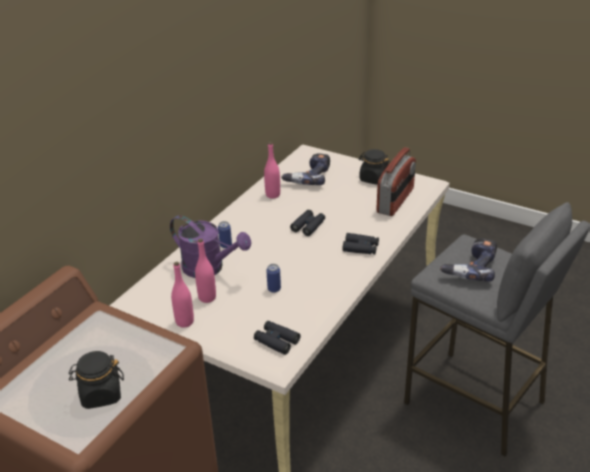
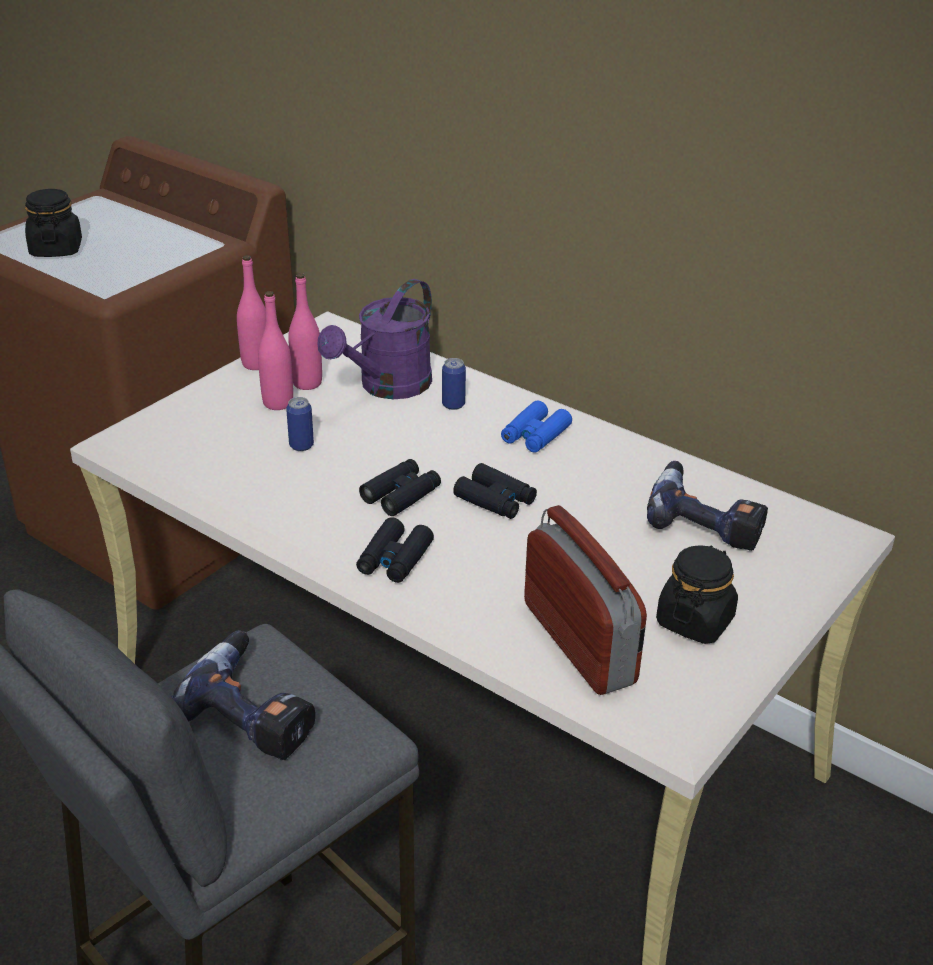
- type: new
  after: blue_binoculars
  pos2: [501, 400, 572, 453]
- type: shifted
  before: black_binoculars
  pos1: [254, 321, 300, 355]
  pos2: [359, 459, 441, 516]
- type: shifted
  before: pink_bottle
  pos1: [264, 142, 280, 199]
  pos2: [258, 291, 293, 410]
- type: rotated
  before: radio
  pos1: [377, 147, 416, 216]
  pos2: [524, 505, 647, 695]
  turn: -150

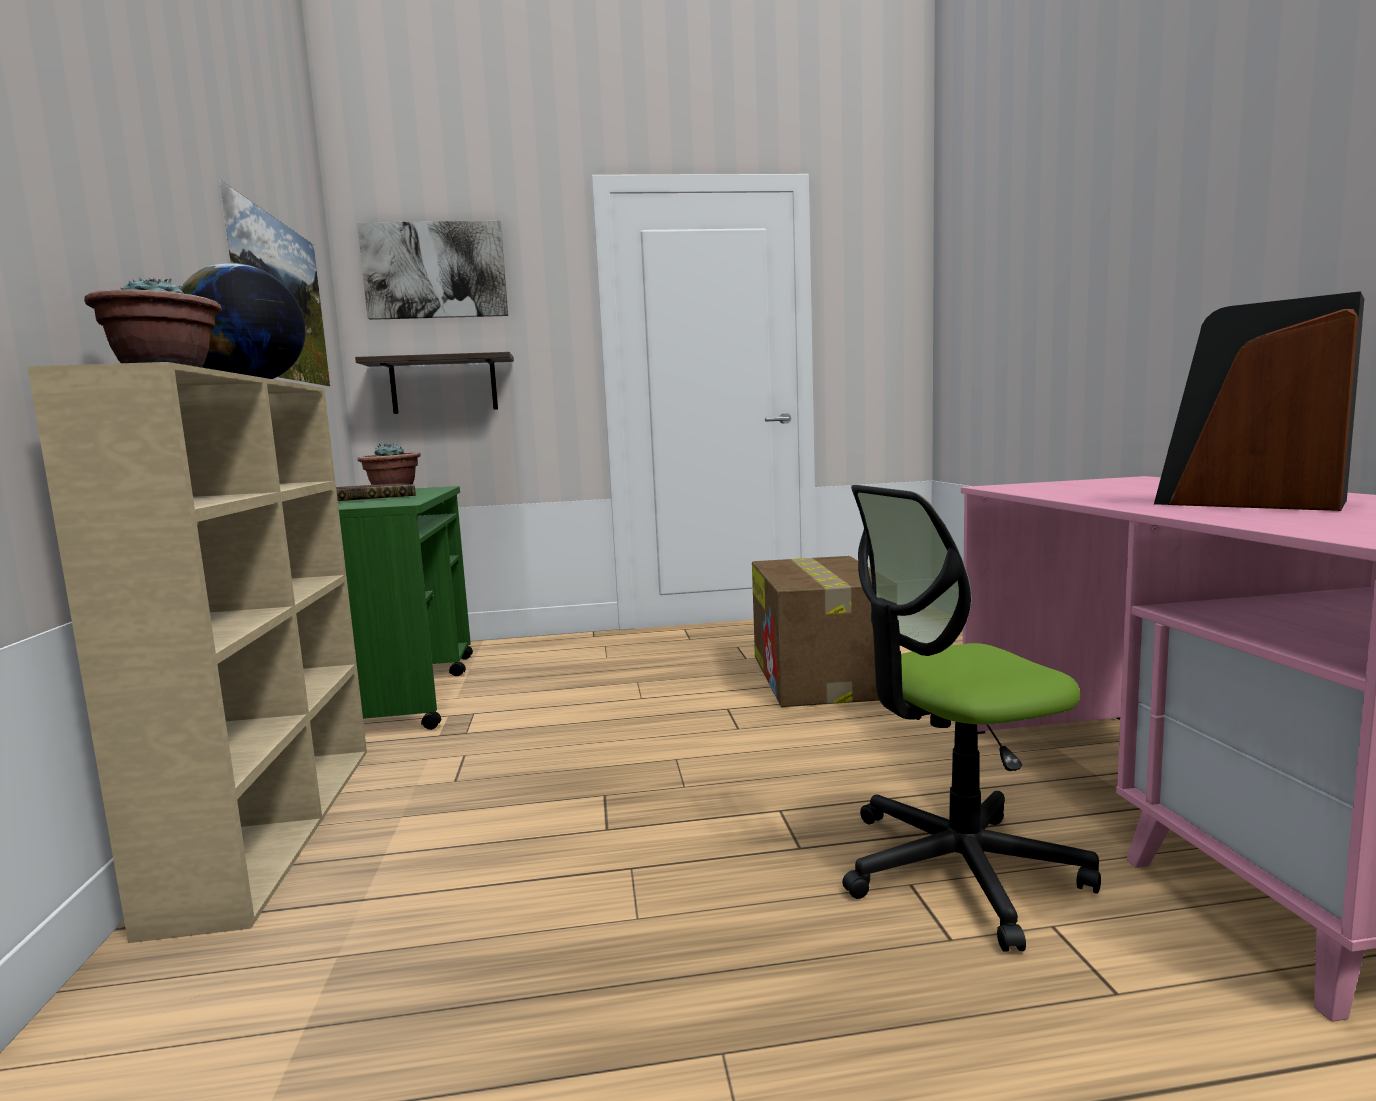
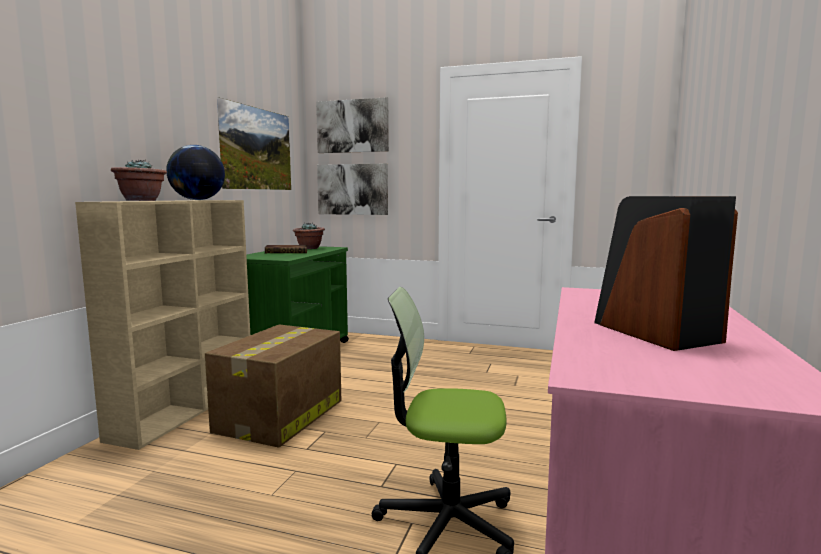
- type: shifted
  before: cardboard_box
  pos1: [752, 556, 880, 707]
  pos2: [205, 325, 341, 448]
- type: swapped
  before: shelf
  after: picture
  pos1: [355, 352, 514, 414]
  pos2: [317, 163, 388, 215]

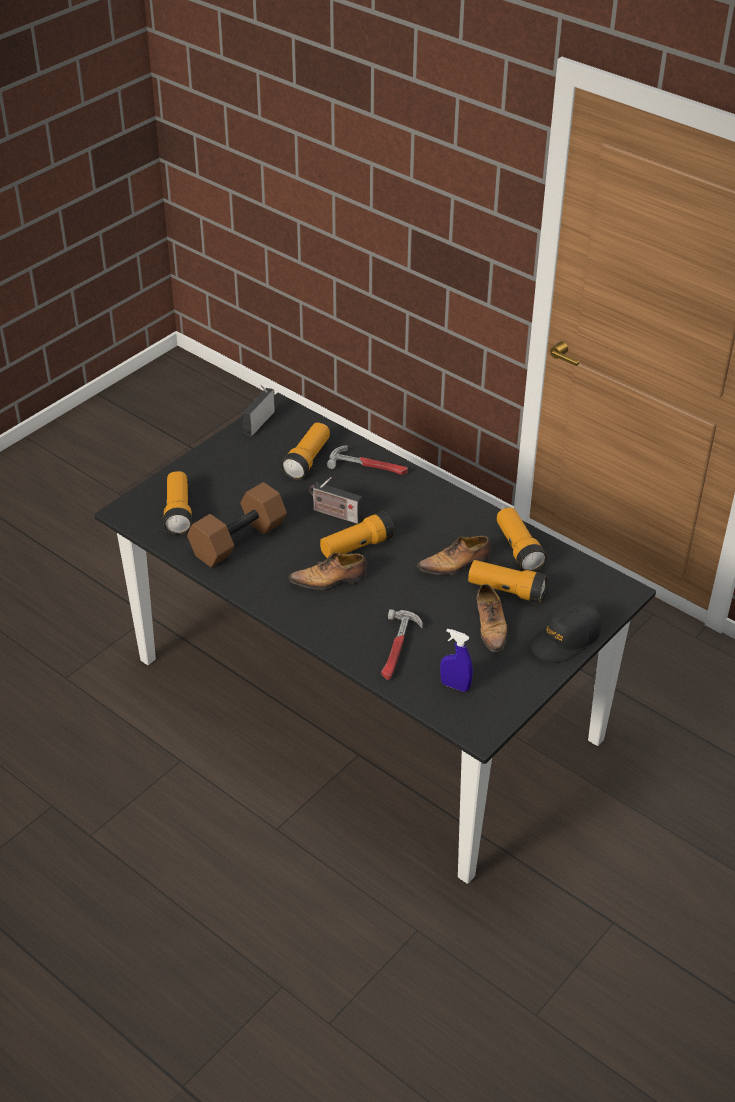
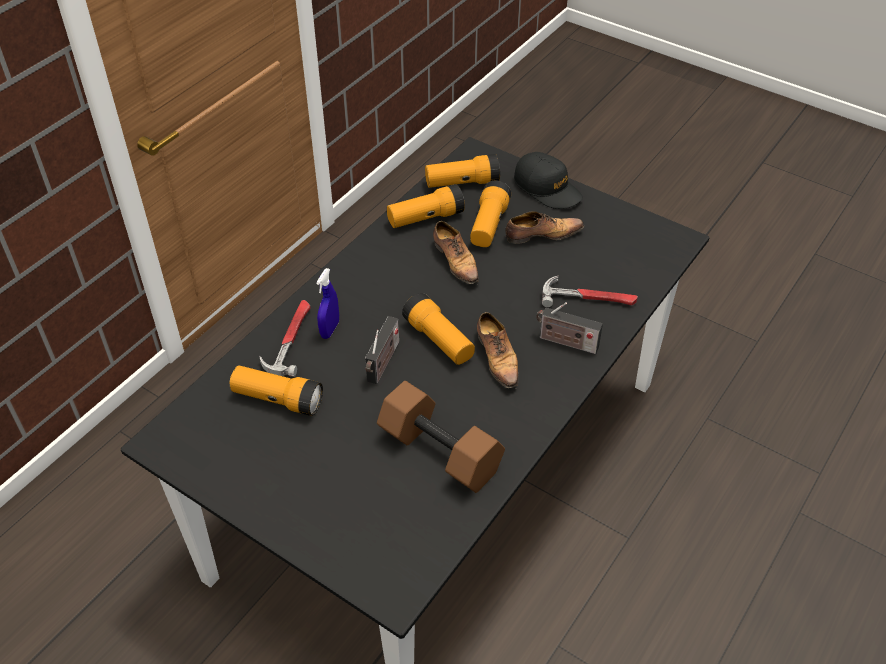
- type: shifted
  before: flashlight
  pos1: [164, 471, 192, 535]
  pos2: [425, 154, 500, 188]
- type: shifted
  before: radio
  pos1: [243, 385, 275, 436]
  pos2: [536, 302, 603, 354]
- type: shifted
  before: blue_spray_bottle
  pos1: [440, 628, 473, 692]
  pos2: [316, 268, 339, 339]

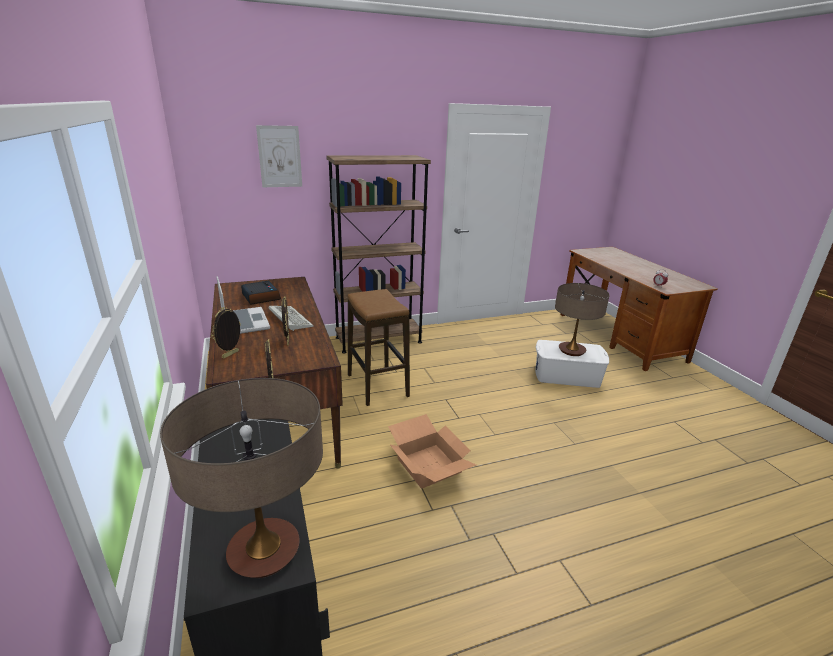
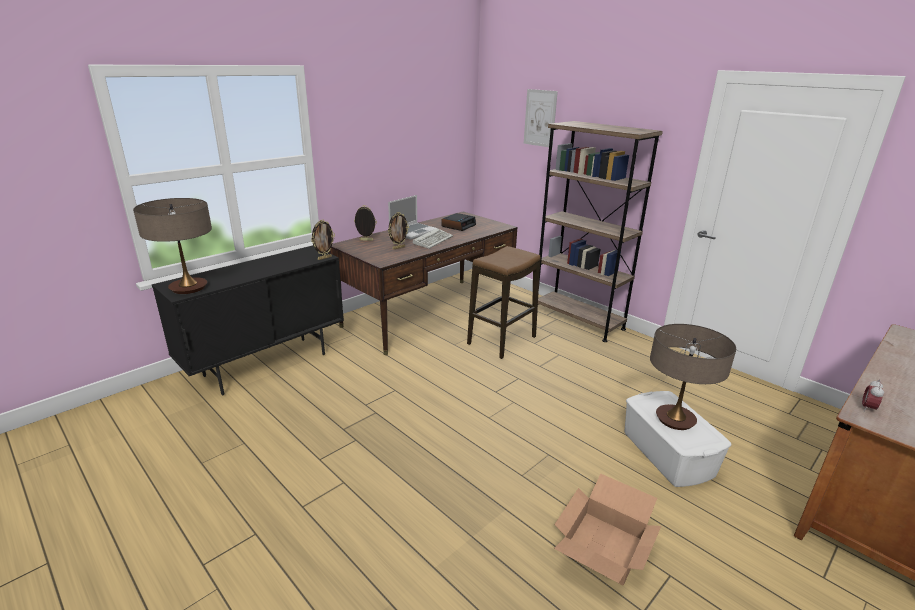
- type: shifted
  before: cardboard_box
  pos1: [388, 414, 476, 489]
  pos2: [554, 474, 661, 585]

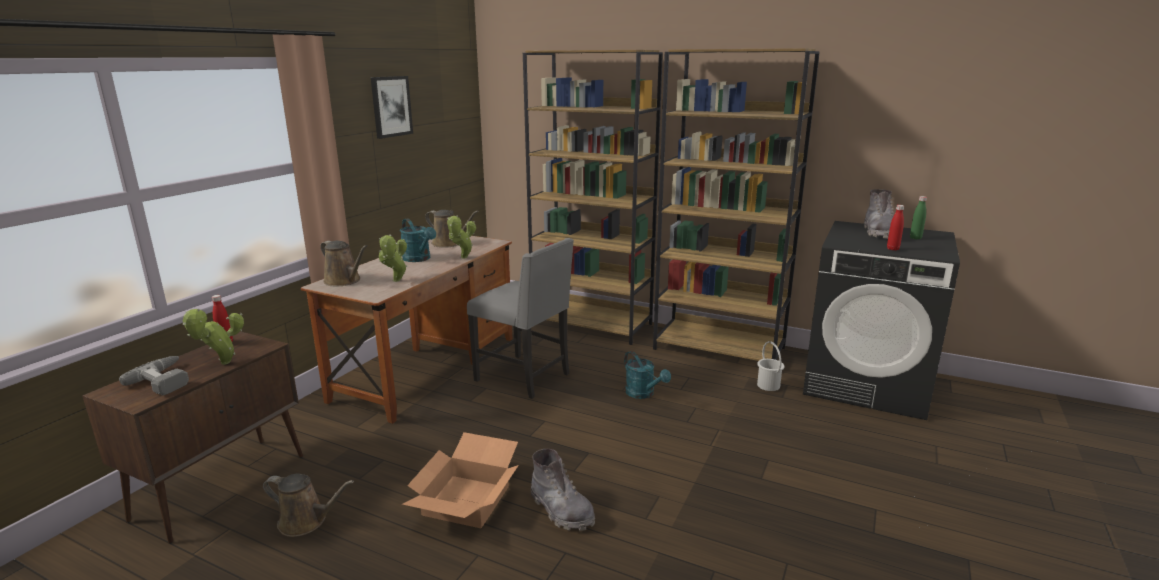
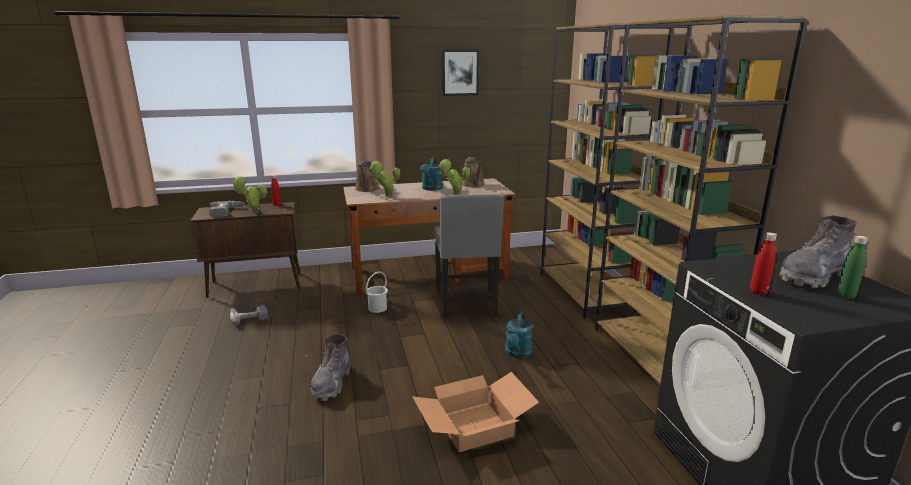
- type: shifted
  before: cardboard_box
  pos1: [402, 432, 519, 528]
  pos2: [412, 372, 539, 452]
- type: shifted
  before: white_bucket
  pos1: [757, 341, 784, 391]
  pos2: [366, 272, 388, 313]
- type: swapped
  before: brown_watering_can
  after: power_drill
  pos1: [263, 474, 354, 537]
  pos2: [230, 305, 268, 326]

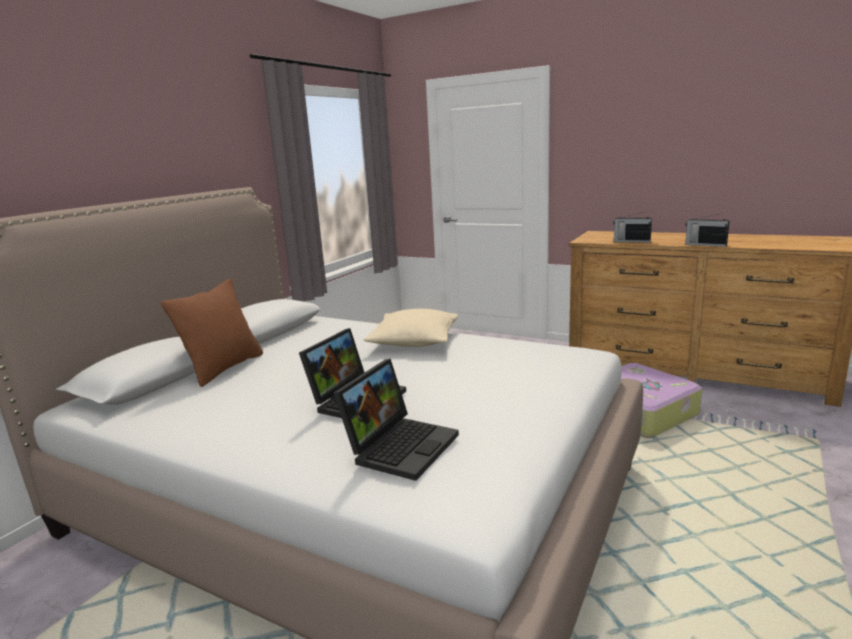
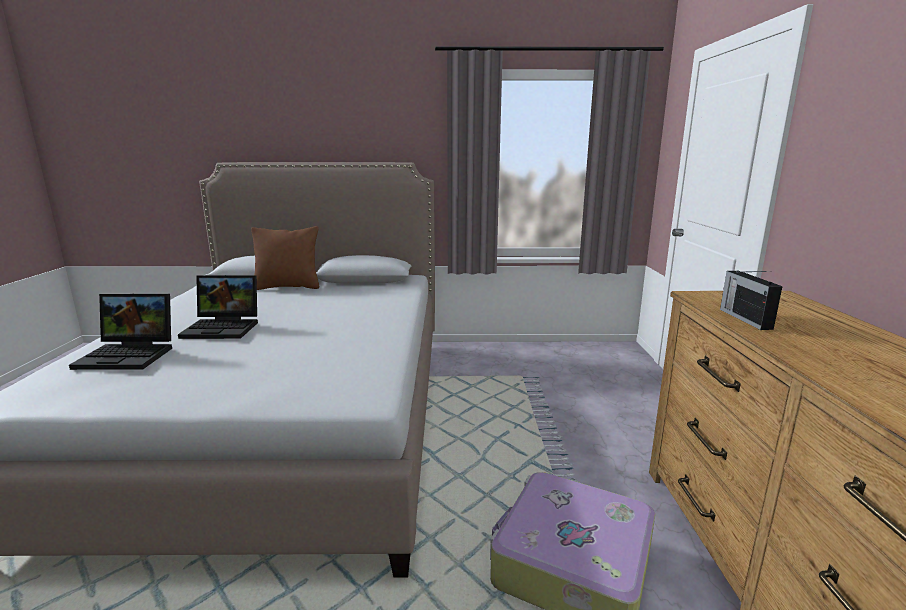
- type: gone
  before: beige_pillow
  pos1: [364, 309, 458, 347]
- type: gone
  before: radio
  pos1: [685, 213, 730, 247]

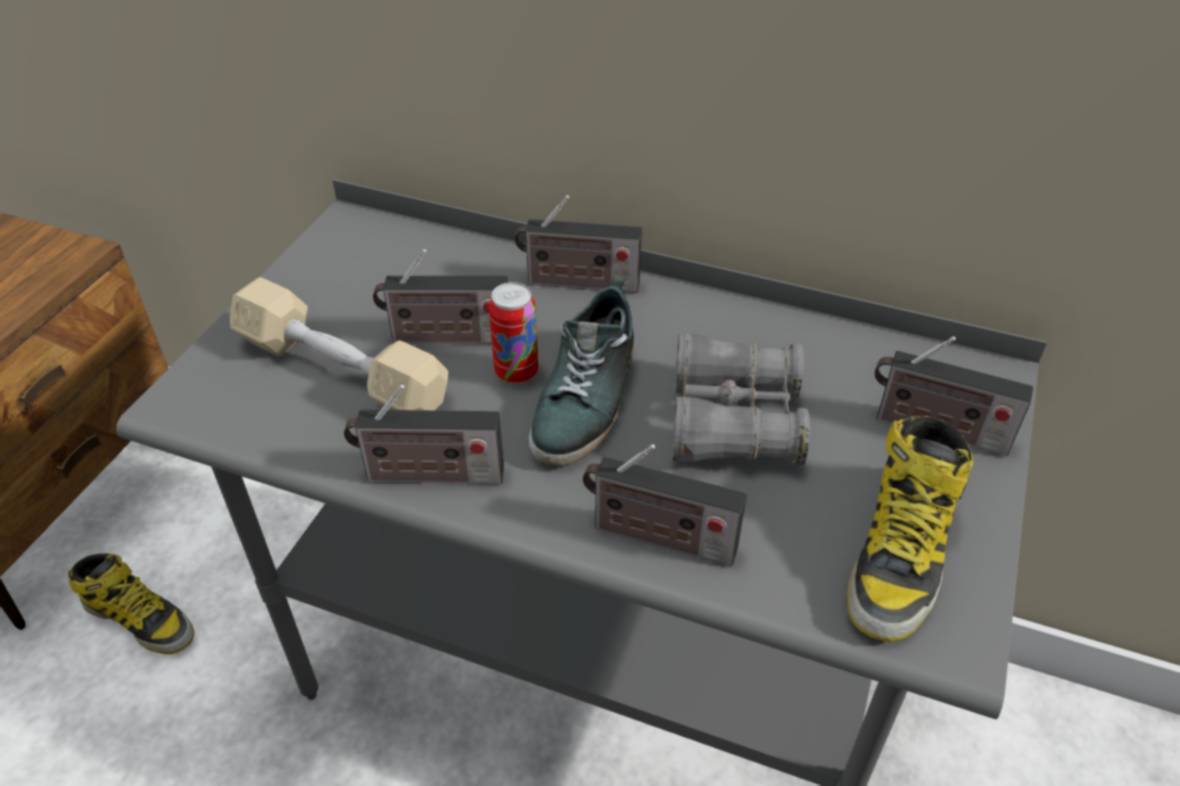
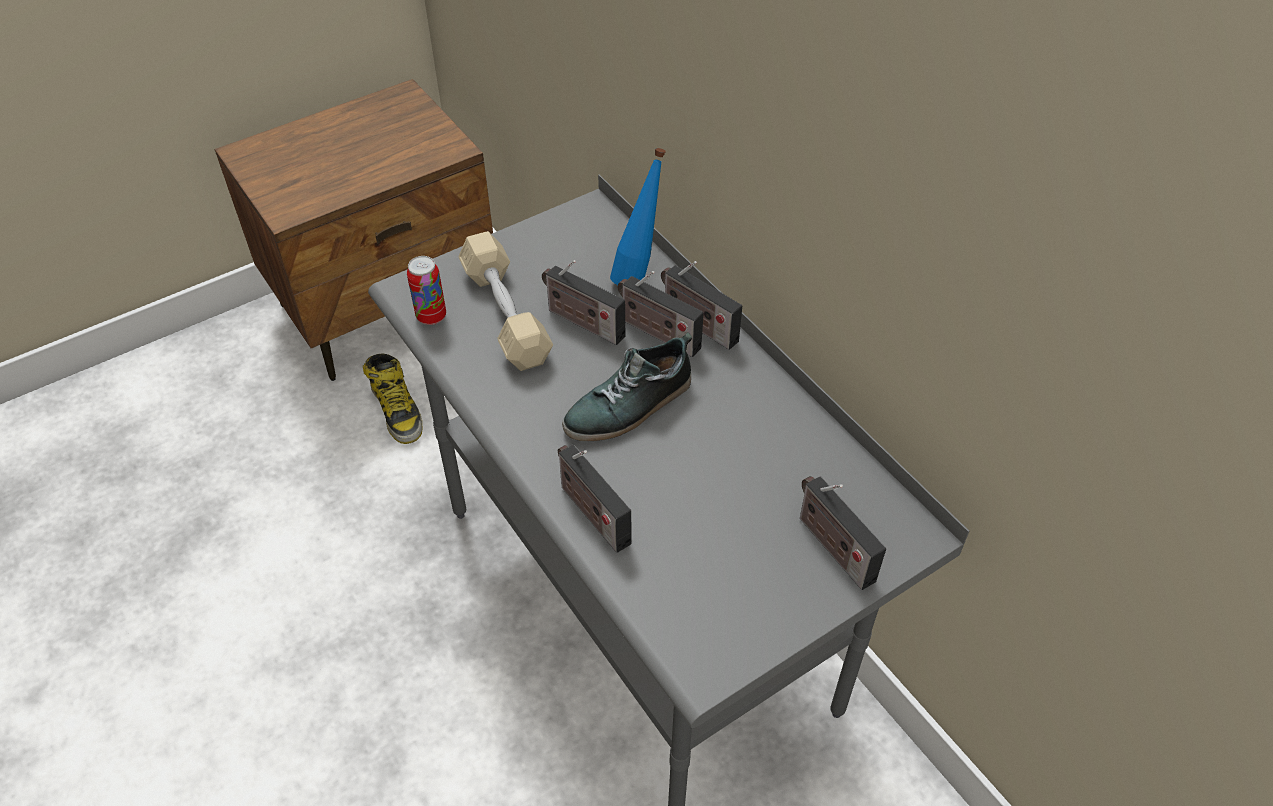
- type: gone
  before: grey_binoculars
  pos1: [672, 333, 810, 465]
- type: gone
  before: boot
  pos1: [847, 415, 973, 642]
- type: new
  after: blue_bottle
  pos2: [610, 148, 666, 285]
- type: shifted
  before: radio
  pos1: [344, 385, 504, 484]
  pos2: [617, 271, 704, 357]
- type: shifted
  before: can
  pos1: [489, 282, 538, 384]
  pos2: [407, 256, 446, 325]

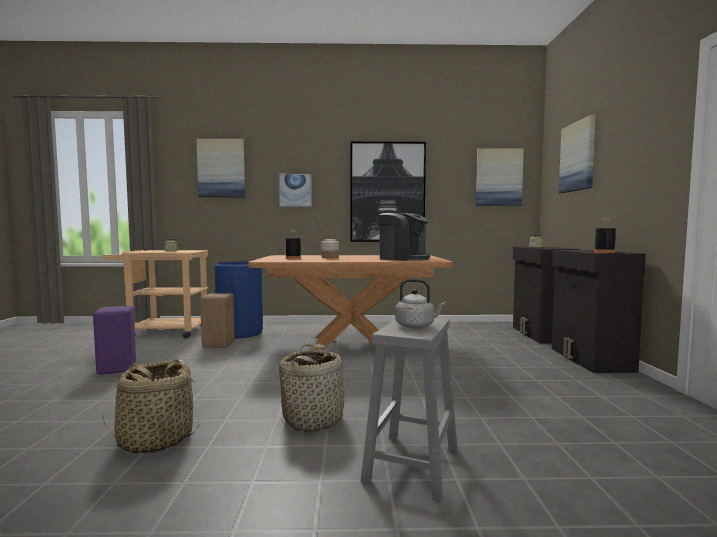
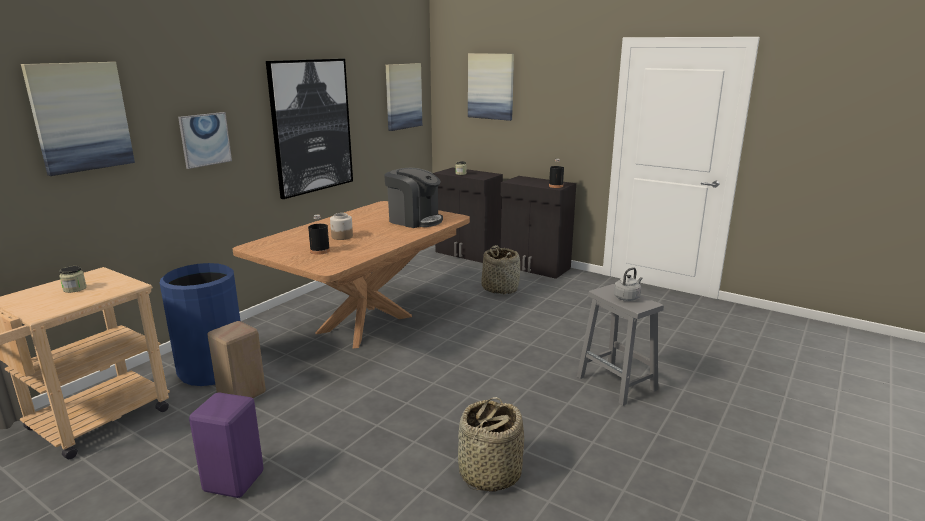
- type: shifted
  before: basket
  pos1: [279, 343, 348, 432]
  pos2: [481, 245, 520, 294]
- type: rotated
  before: coffee_machine
  pos1: [377, 212, 430, 261]
  pos2: [384, 168, 443, 228]
  turn: 45

